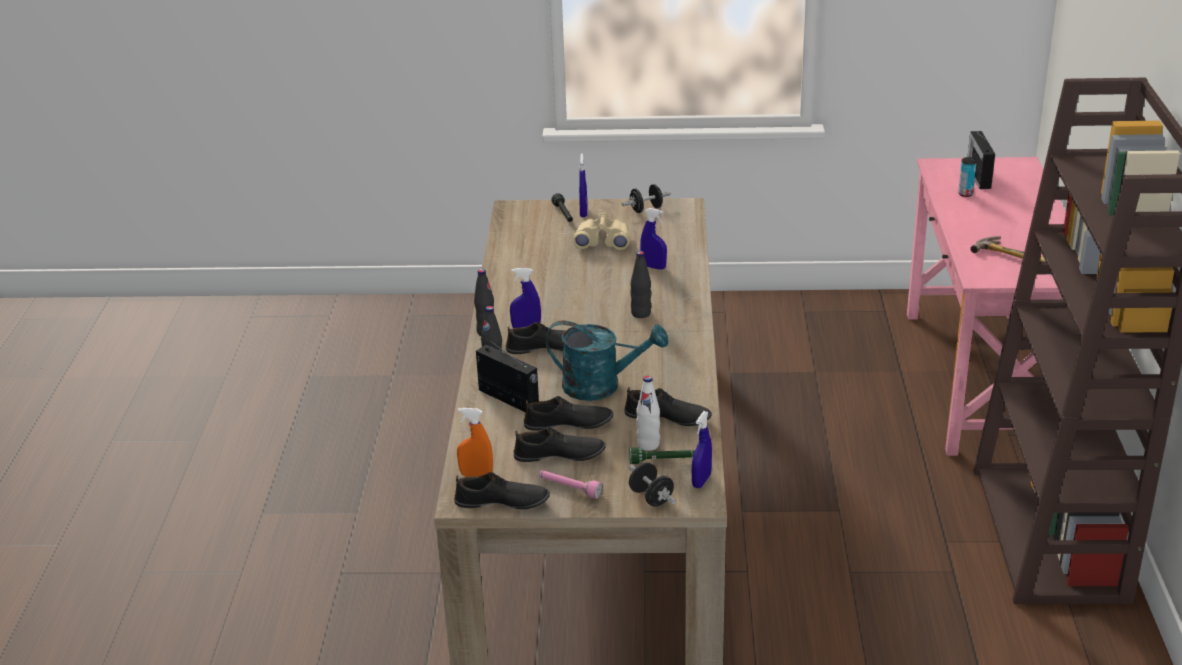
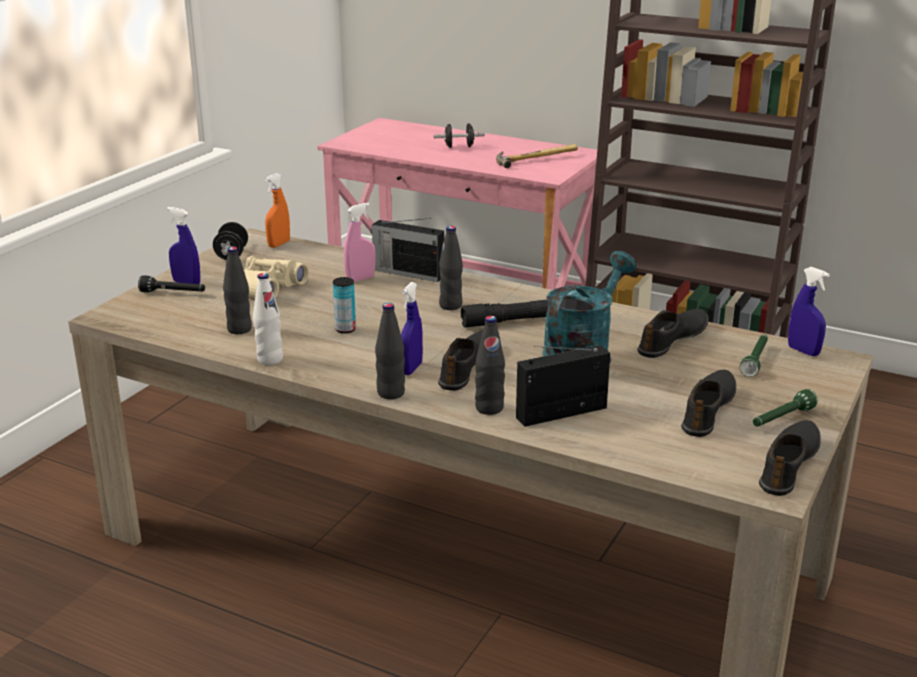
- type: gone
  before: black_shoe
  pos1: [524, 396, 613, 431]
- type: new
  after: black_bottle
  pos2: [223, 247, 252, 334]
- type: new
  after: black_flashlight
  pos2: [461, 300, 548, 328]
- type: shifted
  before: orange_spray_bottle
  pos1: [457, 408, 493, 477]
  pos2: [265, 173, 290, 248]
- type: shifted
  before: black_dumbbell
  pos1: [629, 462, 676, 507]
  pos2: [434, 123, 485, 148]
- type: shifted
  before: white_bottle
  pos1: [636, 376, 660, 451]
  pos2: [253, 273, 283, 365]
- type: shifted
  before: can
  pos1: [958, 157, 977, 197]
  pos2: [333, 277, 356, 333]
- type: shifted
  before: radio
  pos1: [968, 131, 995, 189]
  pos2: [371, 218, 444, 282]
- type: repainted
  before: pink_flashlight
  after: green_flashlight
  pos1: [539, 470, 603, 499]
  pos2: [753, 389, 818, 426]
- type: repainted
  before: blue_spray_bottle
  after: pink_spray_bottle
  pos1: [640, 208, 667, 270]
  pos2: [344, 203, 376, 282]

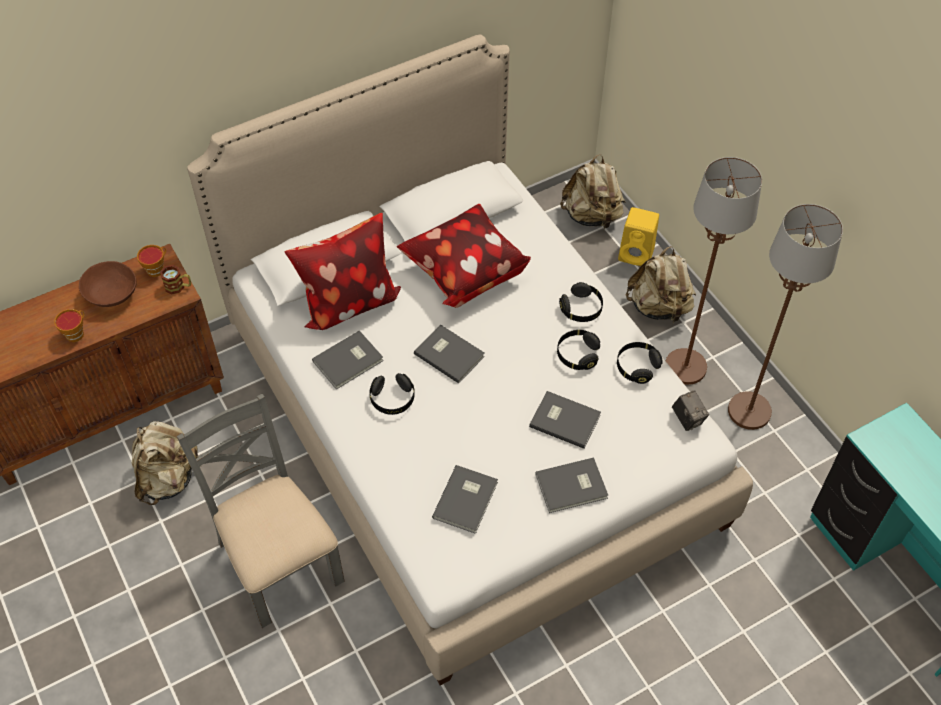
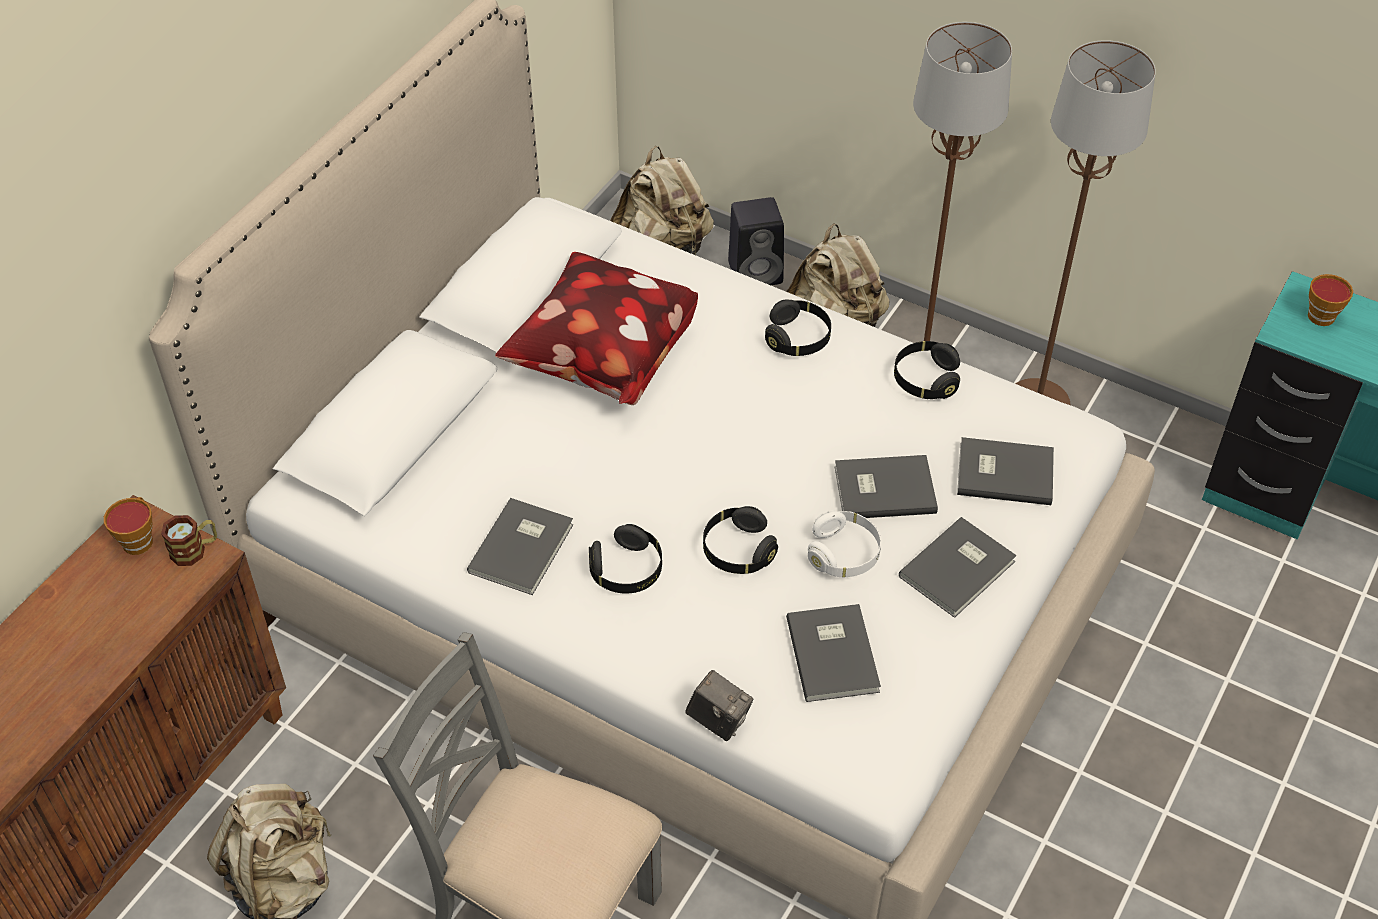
- type: gone
  before: brown_bowl
  pos1: [79, 261, 137, 307]
- type: gone
  before: pillow
  pos1: [284, 213, 401, 330]
- type: new
  after: white_headphones
  pos2: [808, 511, 881, 577]
- type: shifted
  before: cup
  pos1: [54, 309, 85, 342]
  pos2: [1308, 274, 1353, 326]
- type: shifted
  before: grey_book
  pos1: [414, 324, 485, 384]
  pos2: [957, 437, 1054, 505]
- type: shifted
  before: black_headphones
  pos1: [557, 330, 600, 370]
  pos2: [703, 506, 778, 574]
- type: shifted
  before: photo_camera
  pos1: [672, 390, 709, 431]
  pos2: [685, 670, 753, 741]
- type: repainted
  before: yellow_speaker
  after: black_speaker
  pos1: [618, 207, 659, 266]
  pos2: [728, 197, 784, 285]

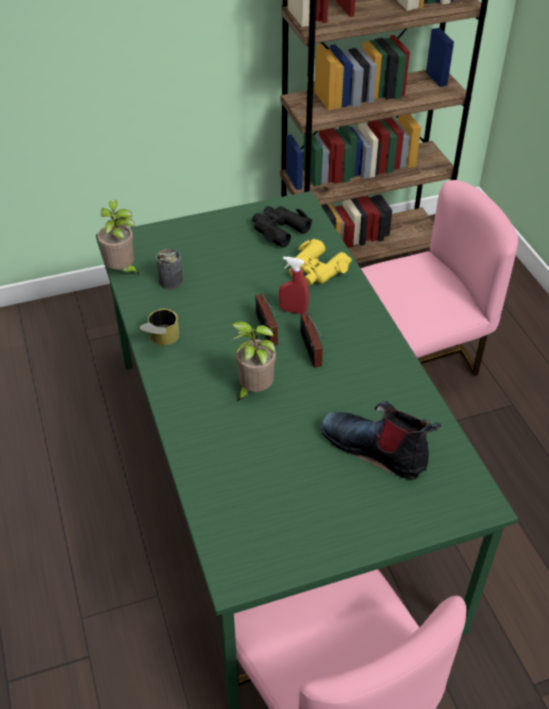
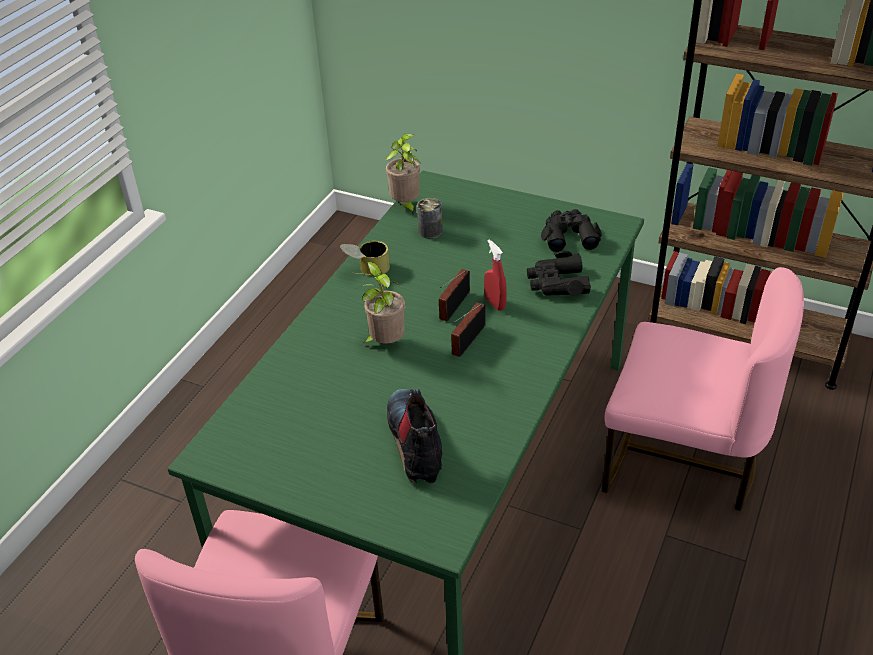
- type: repainted
  before: yellow_binoculars
  after: black_binoculars
  pos1: [289, 239, 352, 286]
  pos2: [527, 251, 591, 296]

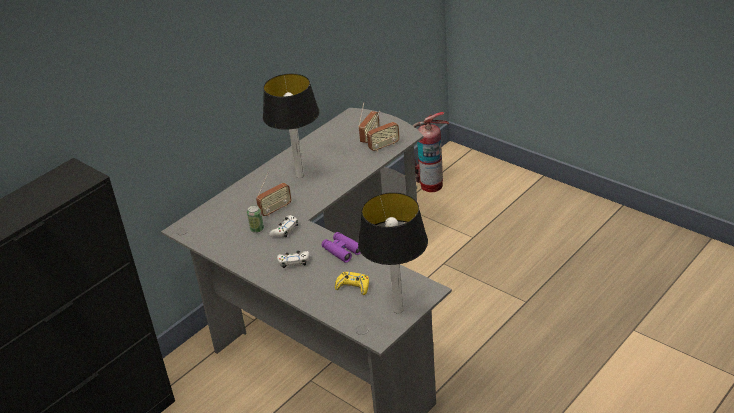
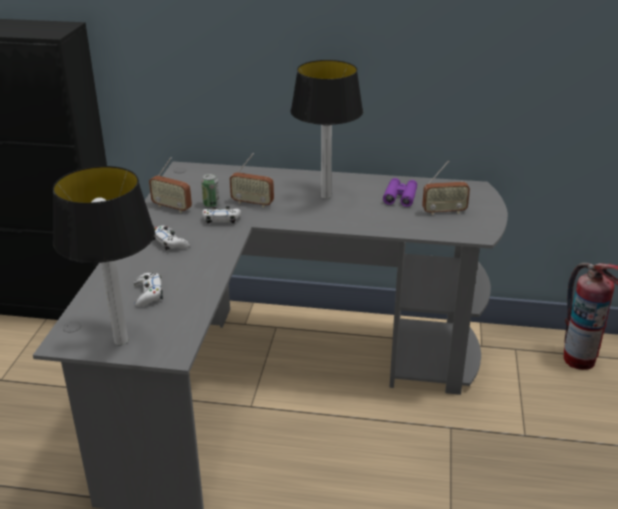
- type: shifted
  before: purple_binoculars
  pos1: [322, 232, 361, 263]
  pos2: [383, 178, 417, 207]
- type: shifted
  before: radio
  pos1: [367, 111, 400, 152]
  pos2: [149, 157, 192, 213]
- type: repainted
  before: yellow_game_controller
  after: white_game_controller
  pos1: [335, 272, 369, 295]
  pos2: [134, 273, 163, 307]

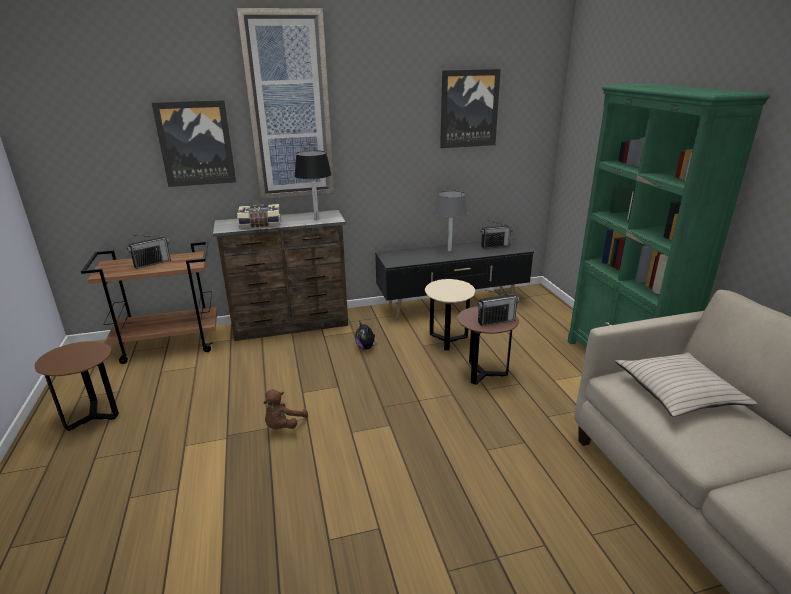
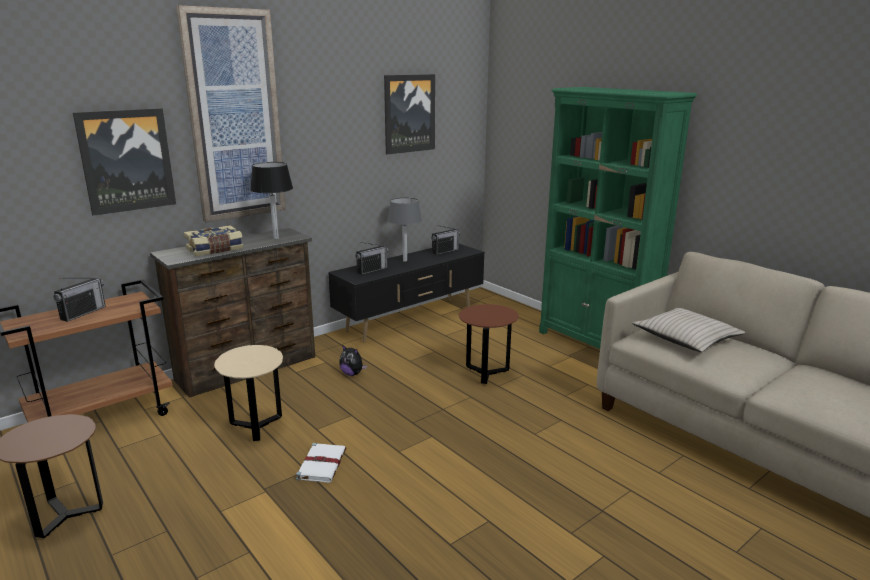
- type: shifted
  before: beige_side_table
  pos1: [425, 279, 475, 351]
  pos2: [214, 345, 283, 441]
- type: shifted
  before: radio
  pos1: [477, 290, 519, 326]
  pos2: [355, 242, 389, 275]
- type: swapped
  before: brown_plush_toy
  after: white_book
  pos1: [264, 389, 308, 429]
  pos2: [296, 443, 346, 483]

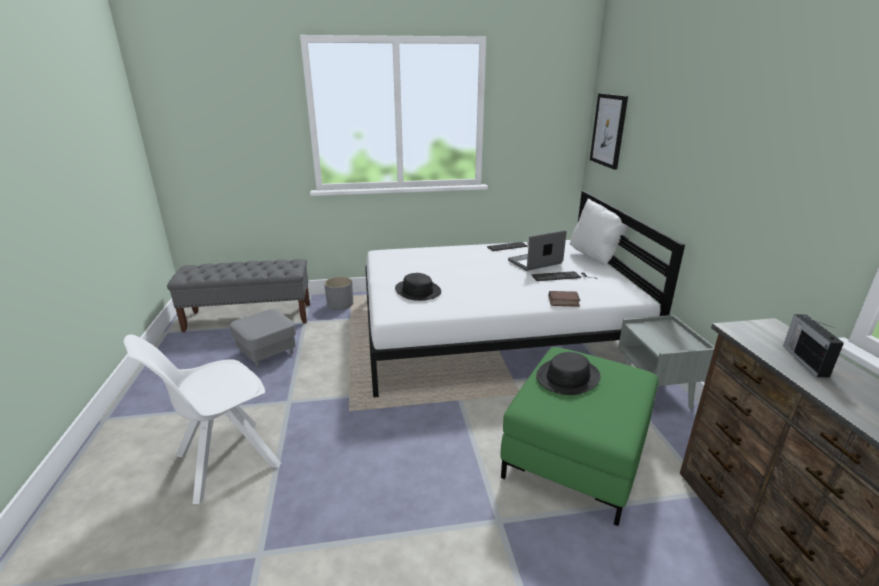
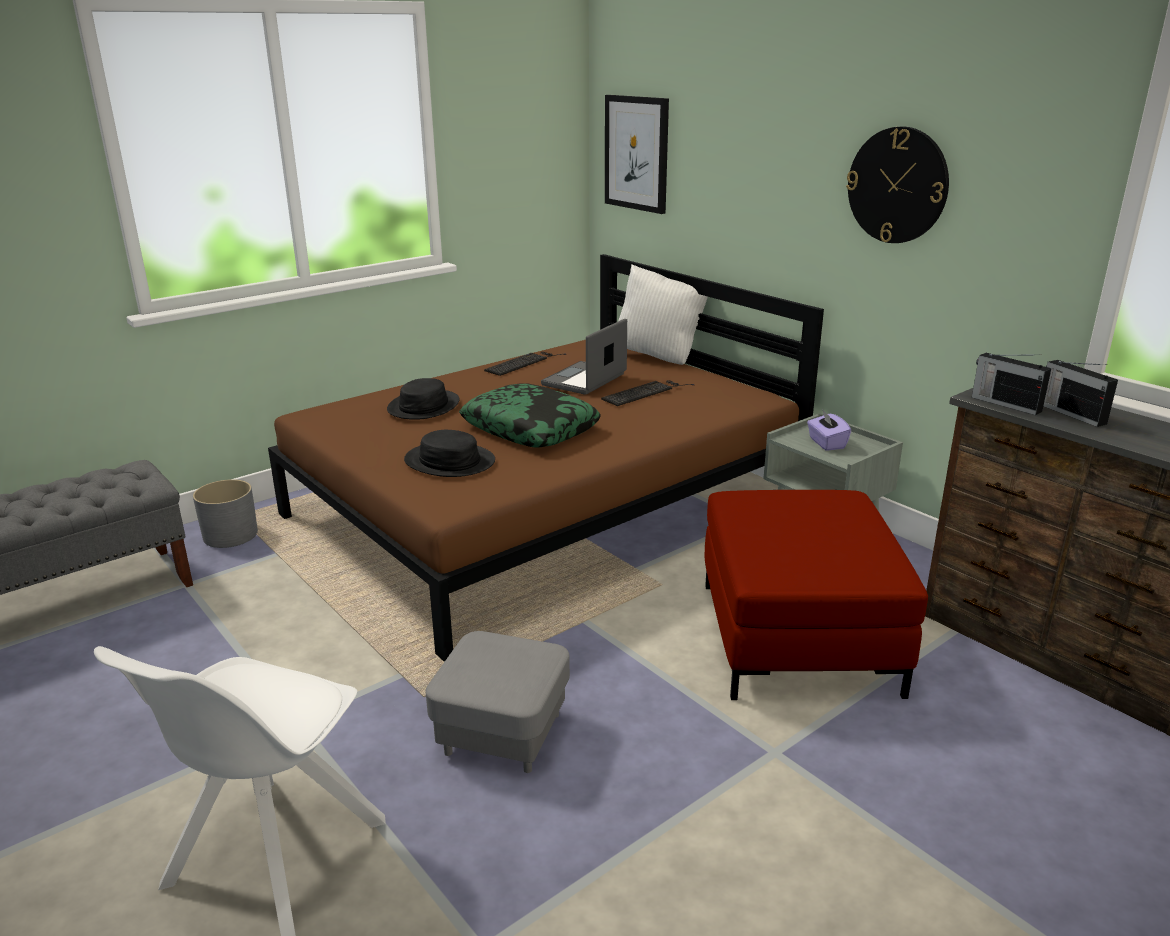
- type: gone
  before: book
  pos1: [549, 291, 581, 307]
- type: new
  after: pillow
  pos2: [459, 383, 601, 447]
- type: new
  after: purple_tissue_box
  pos2: [807, 409, 851, 451]
- type: new
  after: wall_clock
  pos2: [846, 126, 949, 243]
- type: new
  after: radio
  pos2: [972, 353, 1051, 415]
- type: shifted
  before: grey_ottoman
  pos1: [230, 309, 296, 367]
  pos2: [426, 631, 570, 773]
- type: shifted
  before: black_hat
  pos1: [536, 352, 601, 395]
  pos2: [387, 378, 460, 420]
- type: repainted
  before: white_bed
  after: brown_bed
  pos1: [365, 191, 685, 397]
  pos2: [268, 254, 824, 662]
- type: repainted
  before: green_ottoman
  after: red_ottoman
  pos1: [500, 347, 659, 526]
  pos2: [705, 490, 928, 700]

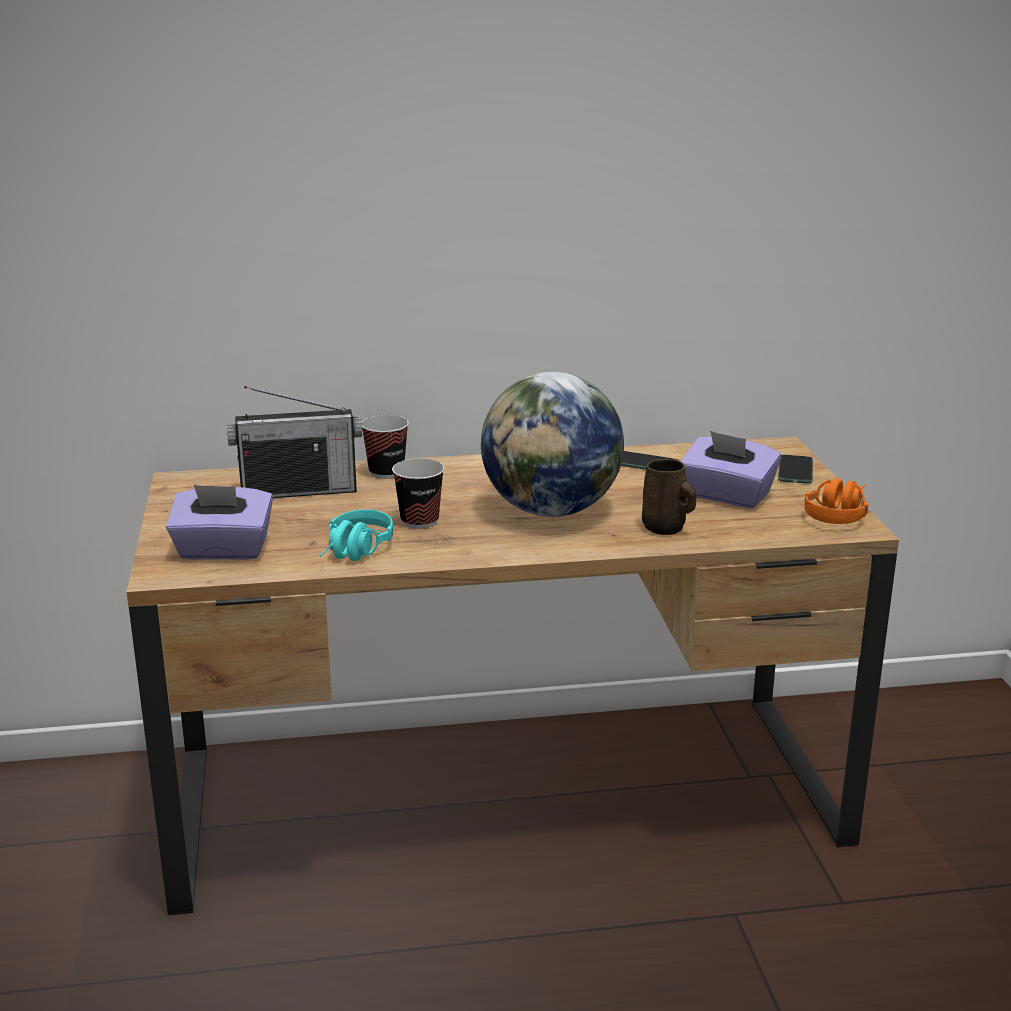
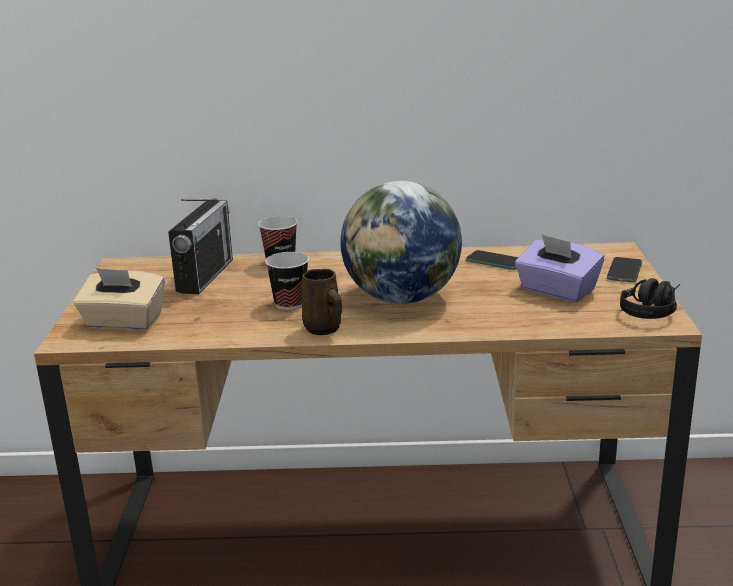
- type: gone
  before: turquoise_headphones
  pos1: [320, 509, 393, 561]
- type: shifted
  before: brown_mug
  pos1: [642, 459, 697, 535]
  pos2: [301, 269, 342, 335]
- type: repainted
  before: purple_tissue_box
  after: beige_tissue_box
  pos1: [166, 485, 273, 560]
  pos2: [74, 268, 165, 331]
- type: repainted
  before: orange_headphones
  after: black_headphones
  pos1: [804, 478, 868, 524]
  pos2: [620, 278, 680, 319]
- type: rotated
  before: radio
  pos1: [227, 386, 362, 498]
  pos2: [168, 198, 233, 294]
  turn: -75

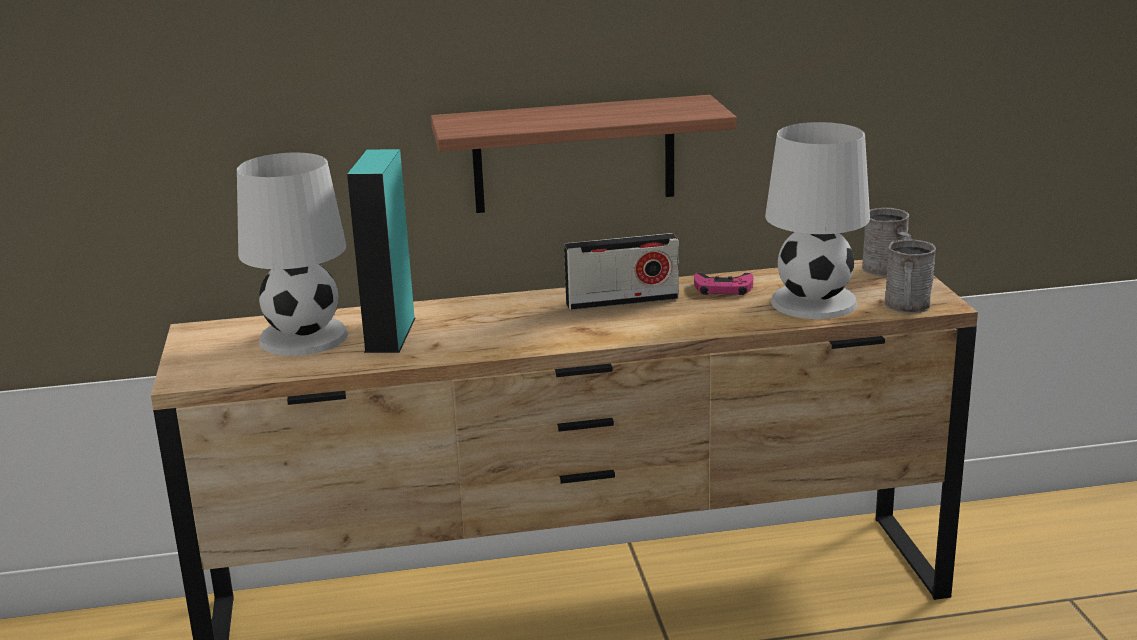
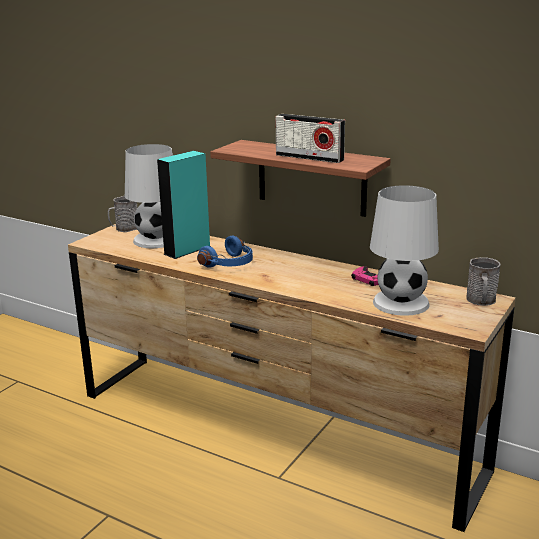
- type: new
  after: blue_headphones
  pos2: [197, 236, 253, 268]
- type: shifted
  before: radio
  pos1: [564, 233, 679, 310]
  pos2: [276, 114, 345, 163]
- type: shifted
  before: grey_mug
  pos1: [885, 239, 936, 313]
  pos2: [108, 196, 137, 232]

